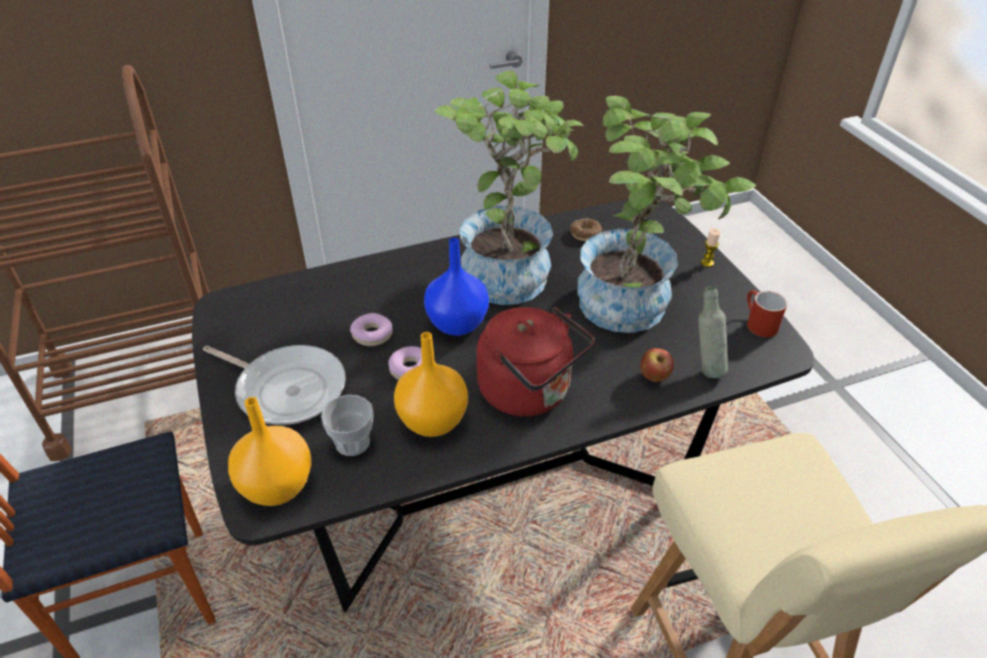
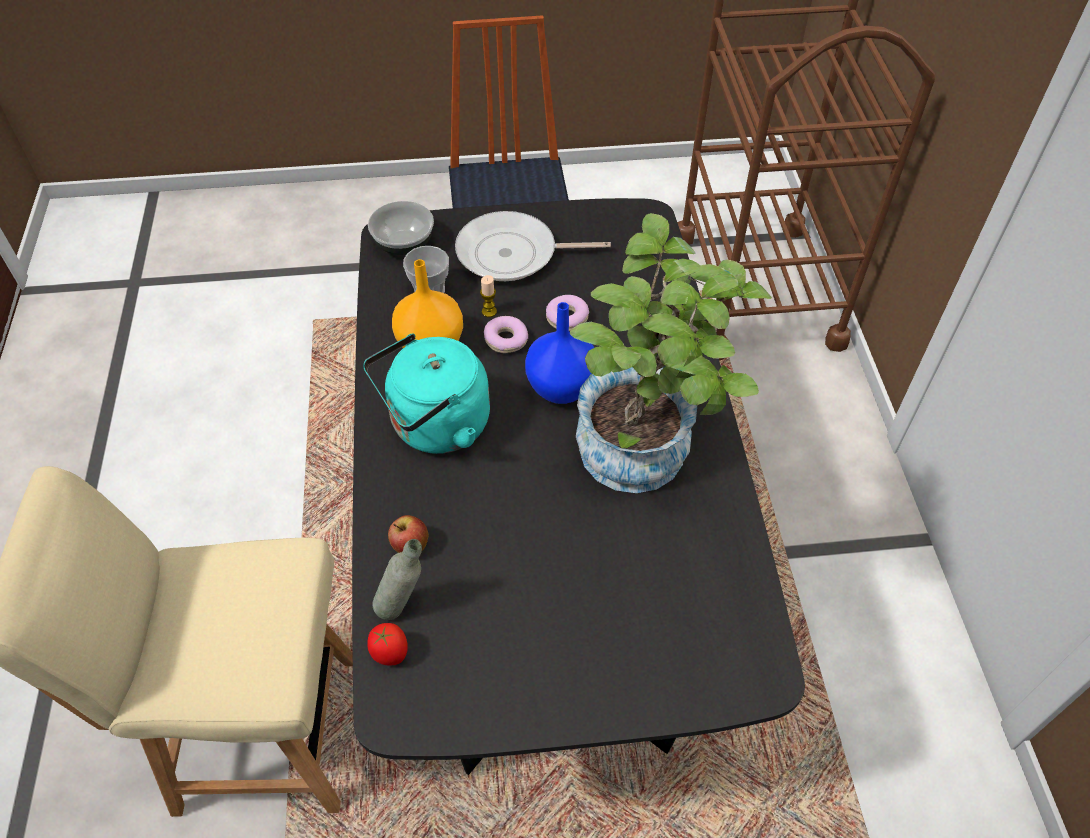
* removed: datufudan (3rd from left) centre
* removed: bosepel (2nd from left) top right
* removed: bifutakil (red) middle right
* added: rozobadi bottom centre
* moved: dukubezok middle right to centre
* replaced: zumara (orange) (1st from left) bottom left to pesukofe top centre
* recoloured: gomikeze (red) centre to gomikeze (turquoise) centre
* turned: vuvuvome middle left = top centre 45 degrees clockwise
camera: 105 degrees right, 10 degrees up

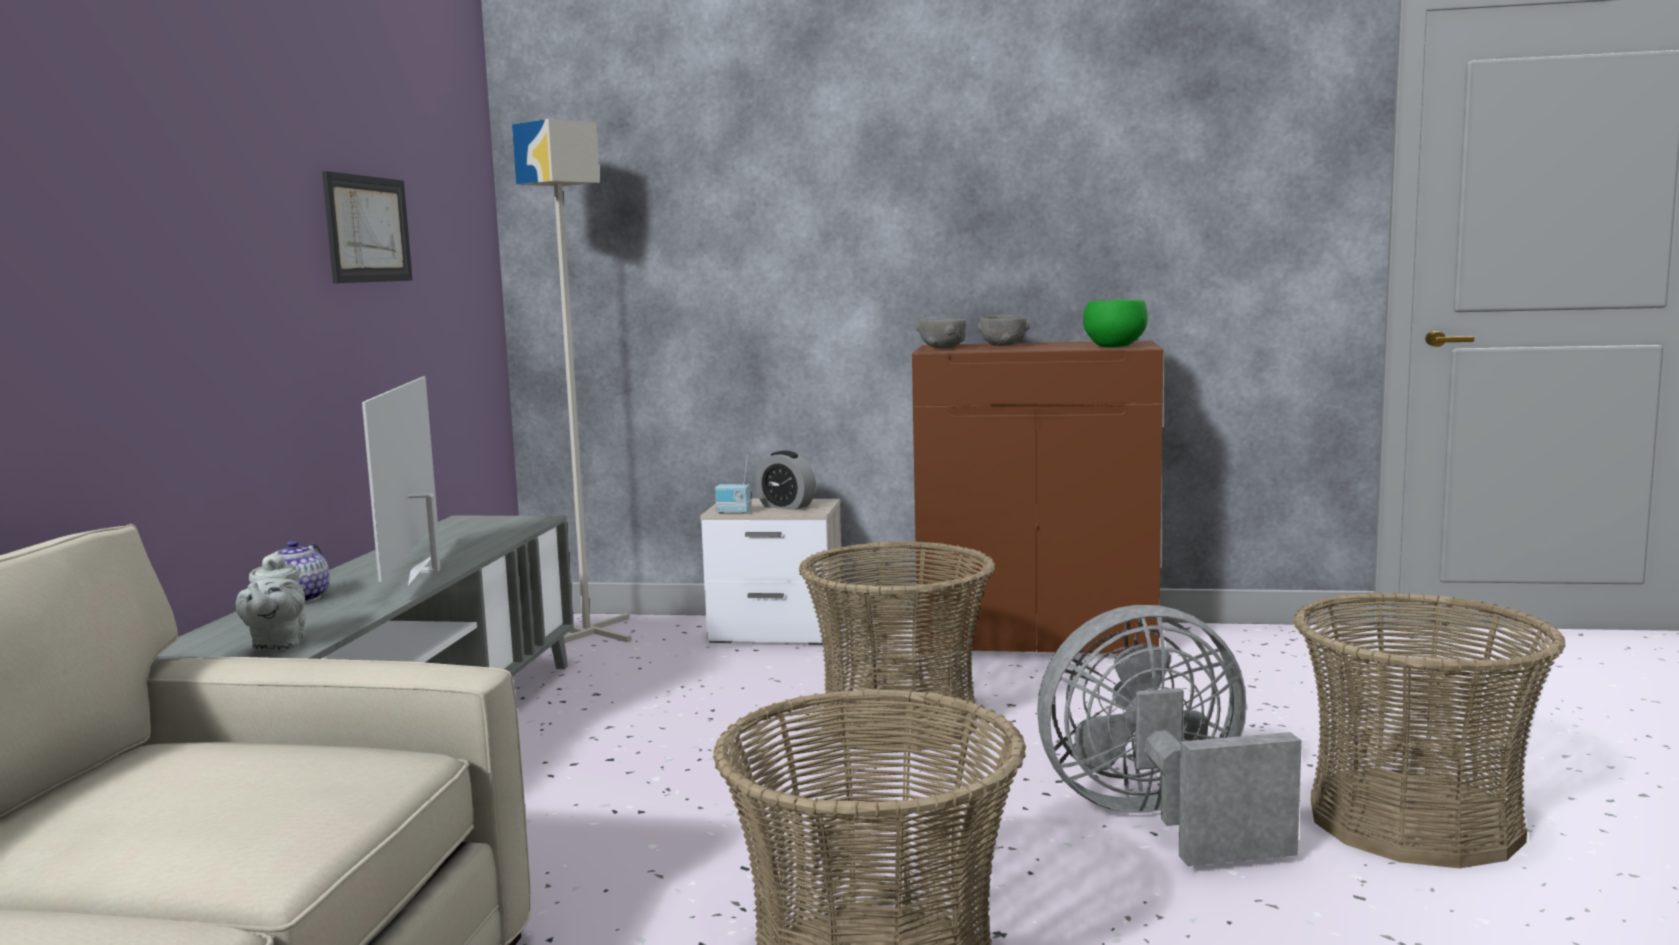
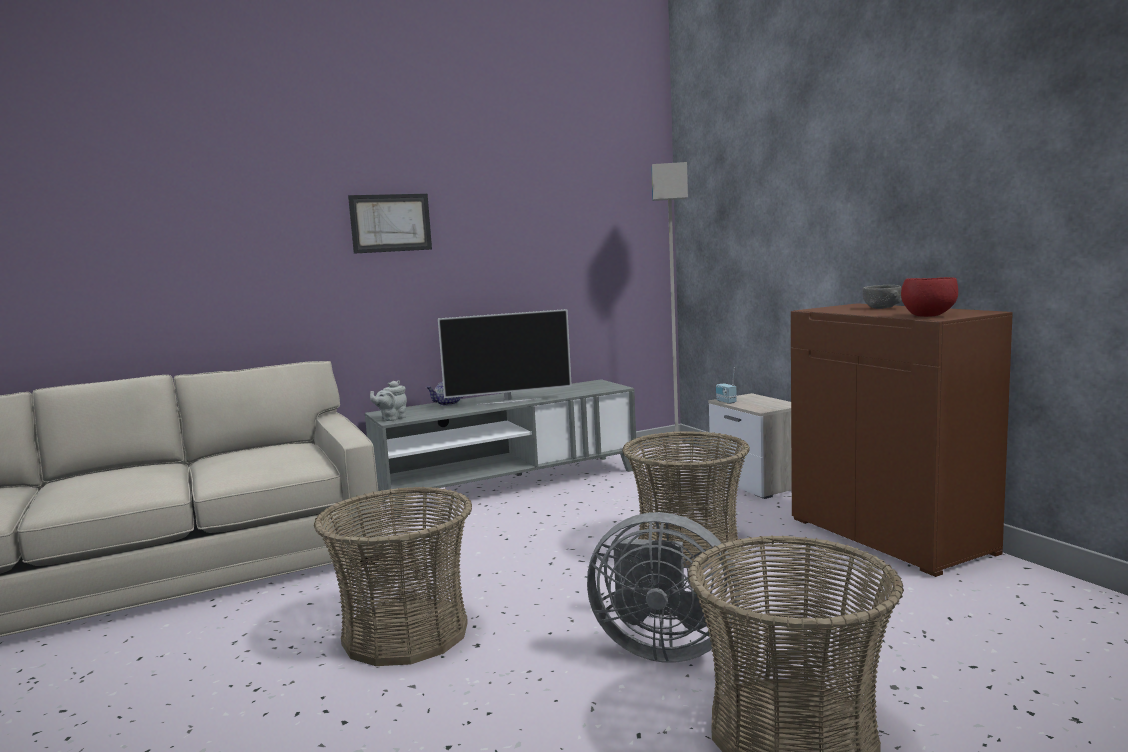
* removed: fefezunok centre
* removed: pesukofe (grey) (1st from left) centre
* moved: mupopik top left to top centre
* recoloured: pesukofe (green) centre to pesukofe (red) middle right
* turned: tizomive middle left = centre 150 degrees counterclockwise
* turned: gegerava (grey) bottom right = bottom centre 150 degrees clockwise
camera: 55 degrees right, 0 degrees up

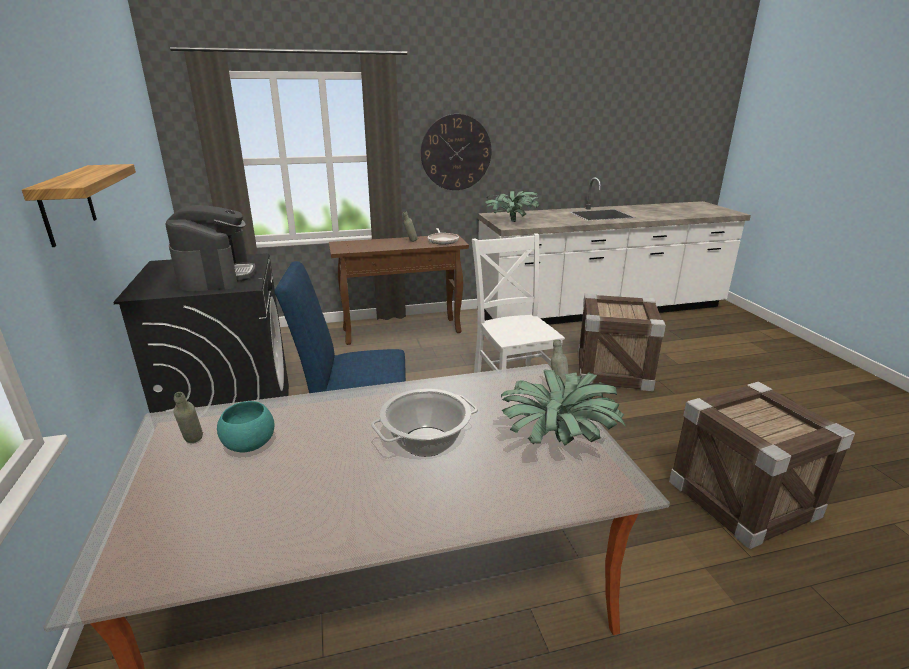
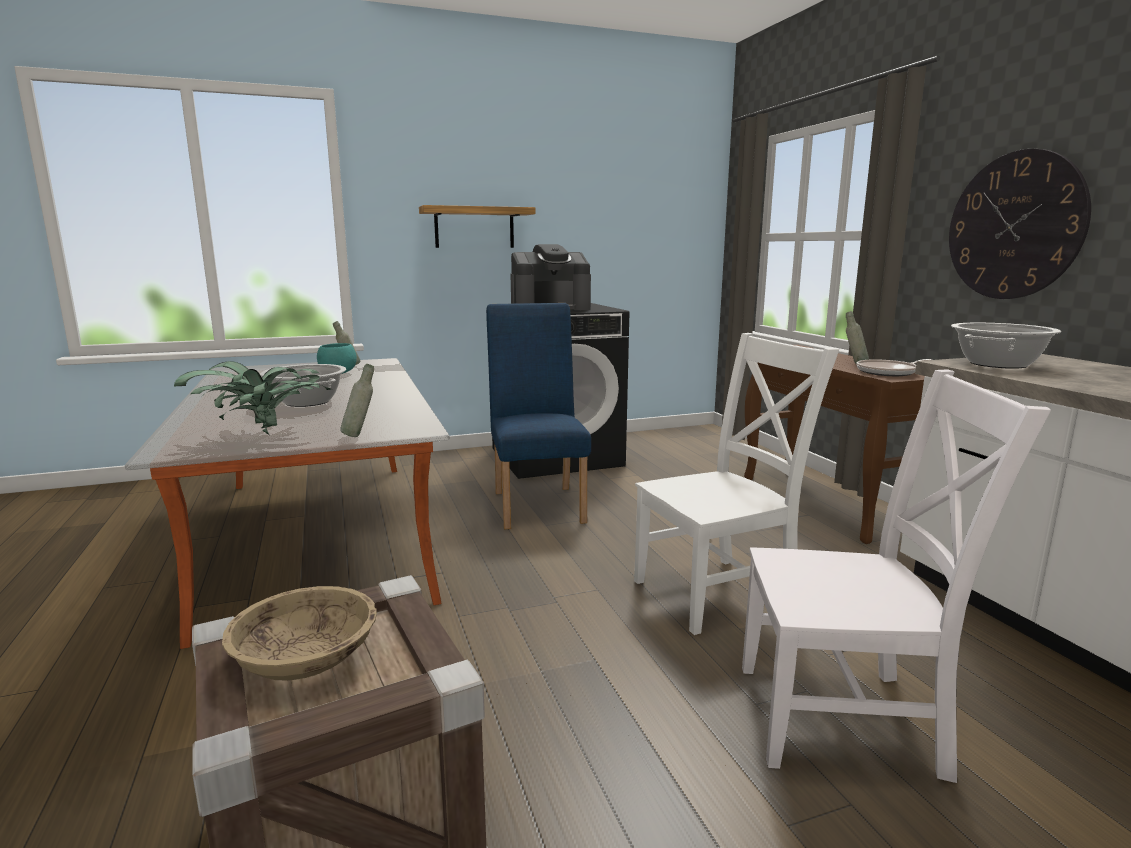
* added: pesukofe (beige) bottom left
* replaced: bosepel (1st from left) top centre to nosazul (2nd from left) middle right
* replaced: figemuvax (1st from left) middle right to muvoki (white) (2nd from left) bottom right
camera: 85 degrees right, 10 degrees down

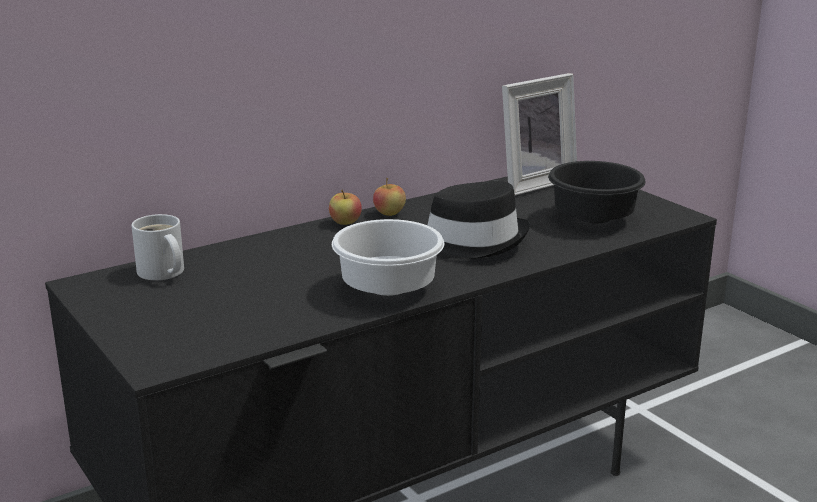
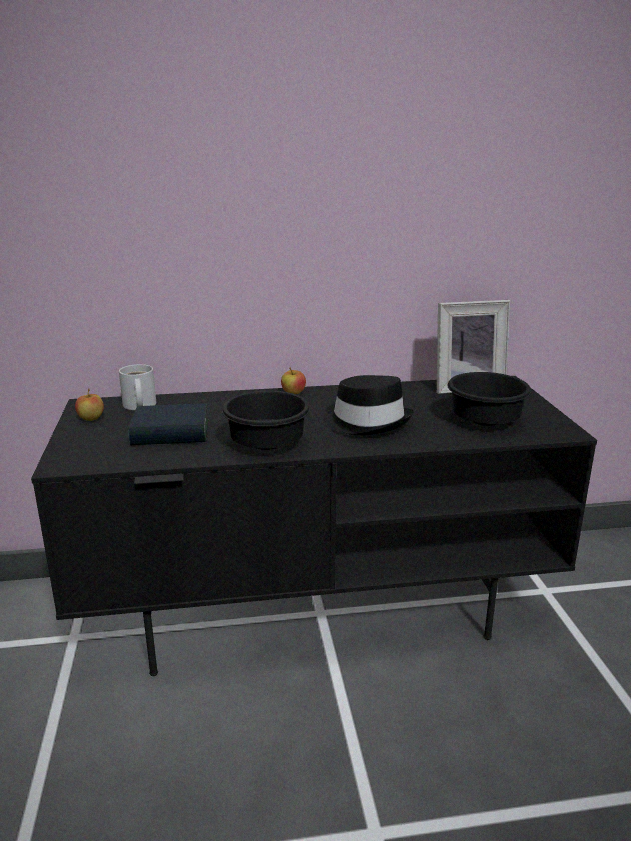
* added: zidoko middle left
* moved: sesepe (2nd from left in the first image) centre to sesepe (1st from left) middle left
* recoloured: pesukofe (white) centre to pesukofe (black) (1st from left) centre
camera: 25 degrees right, 0 degrees up

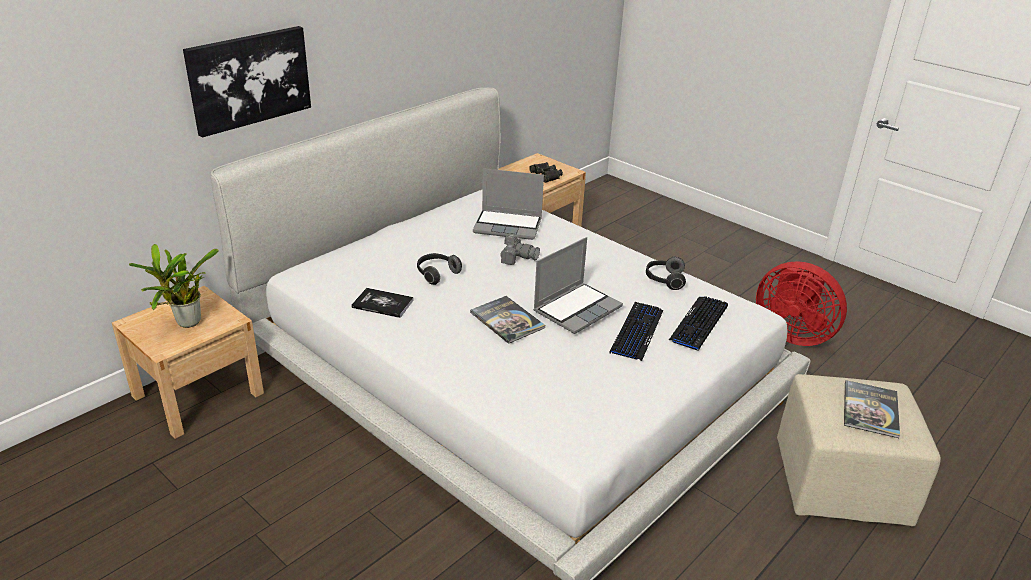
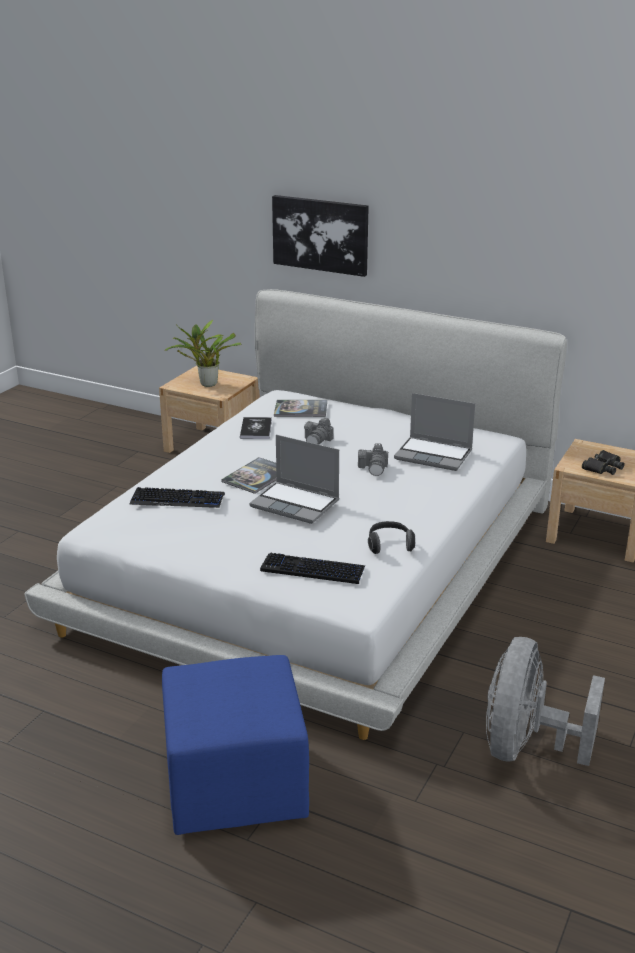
* moved: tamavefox (1st from left) centre to middle left
* moved: zidoko (3rd from left) bottom right to centre
* replaced: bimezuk (1st from left) centre to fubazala (1st from left) centre
* recoloured: gegerava (red) middle right to gegerava (grey) bottom right
* recoloured: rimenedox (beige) bottom right to rimenedox (blue) bottom centre
* turned: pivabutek (1st from left in the first image) centre = middle right 60 degrees counterclockwise
camera: 75 degrees right, 5 degrees down

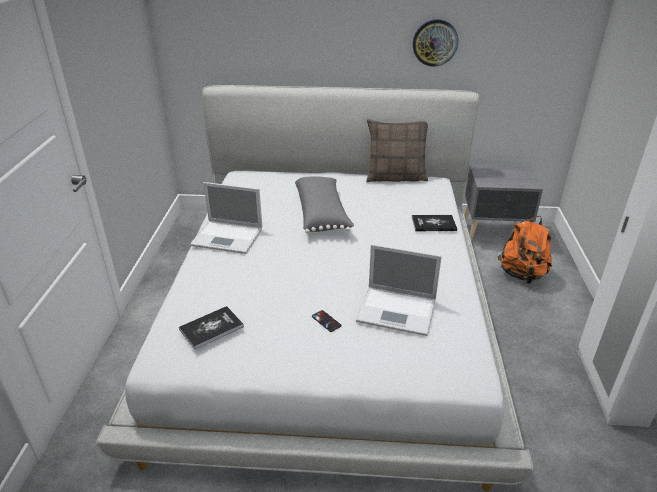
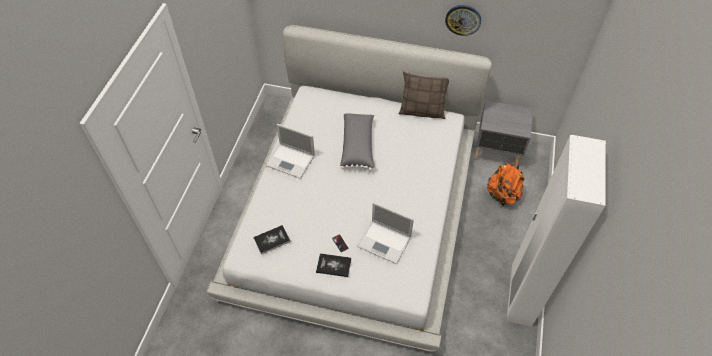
* moved: zidoko (2nd from left) centre to bottom centre
camera: 10 degrees right, 20 degrees up

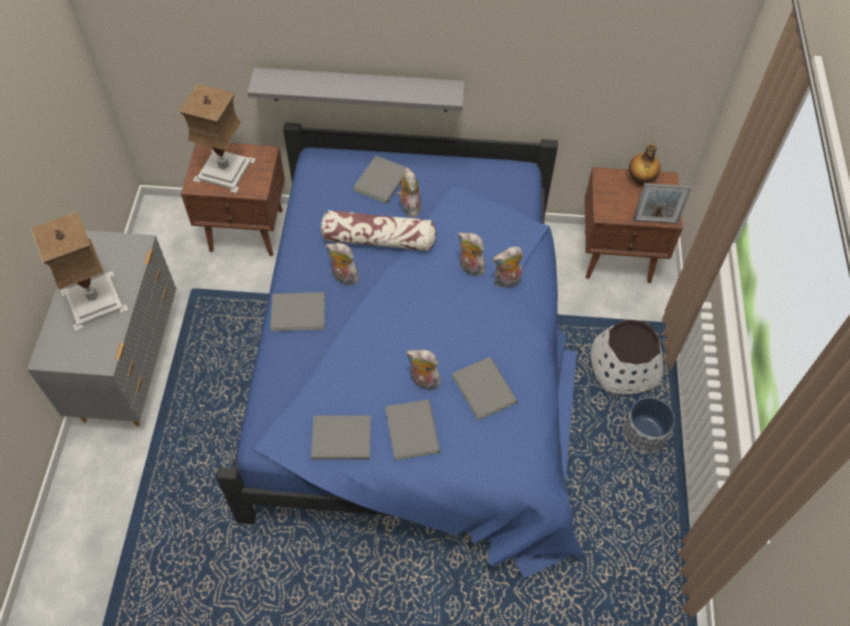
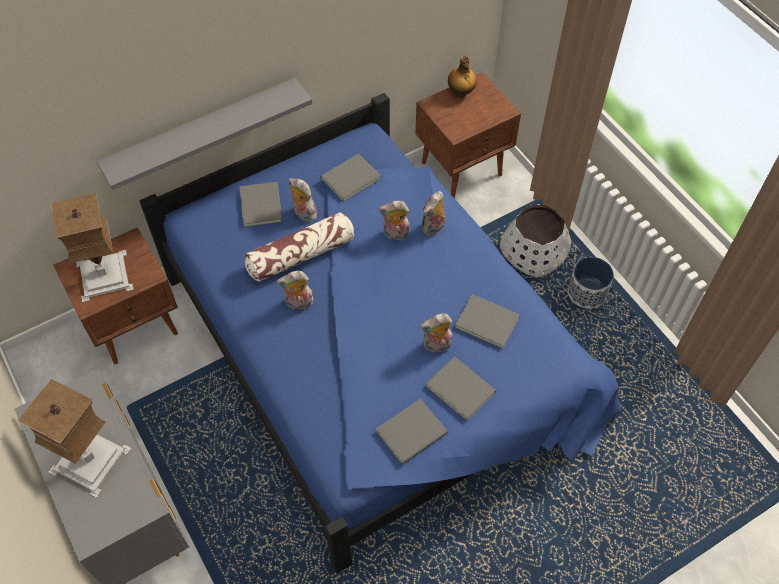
* removed: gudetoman top right
* moved: zidoko (grey) (1st from left in the first image) centre to zidoko (grey) (2nd from left) top centre
camera: 35 degrees left, 0 degrees up

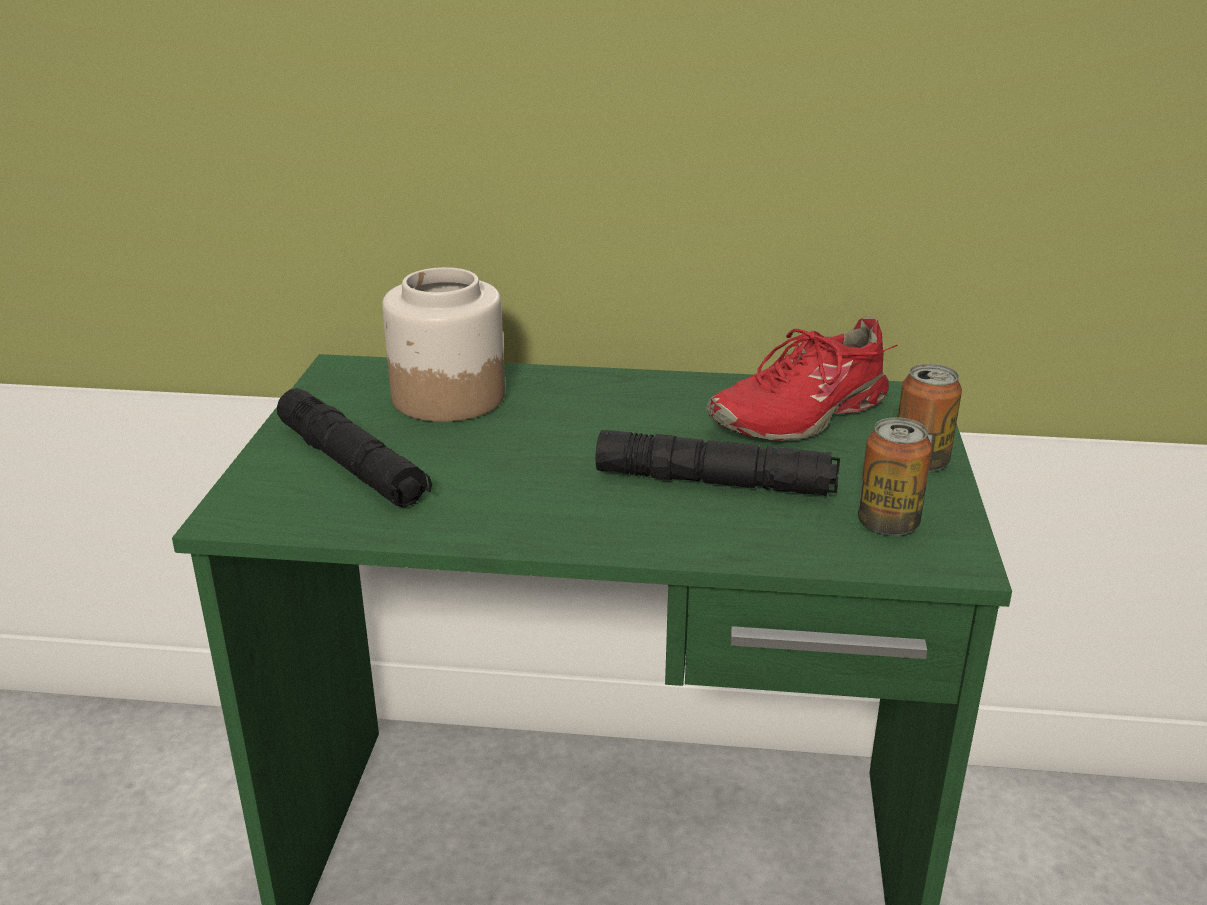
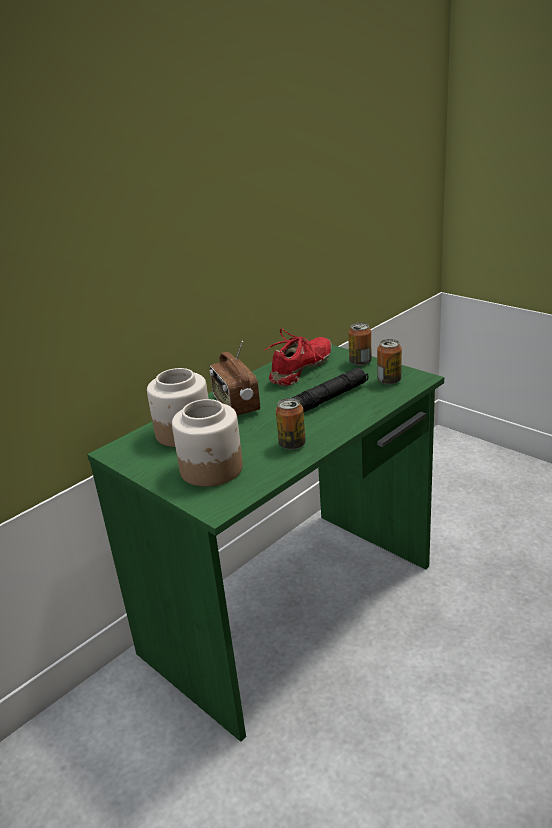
* added: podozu centre
* added: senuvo (1st from left) centre
* replaced: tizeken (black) (1st from left) middle left to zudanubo (2nd from left) centre
* turned: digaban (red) centre = centre 150 degrees counterclockwise
camera: 50 degrees left, 0 degrees up

